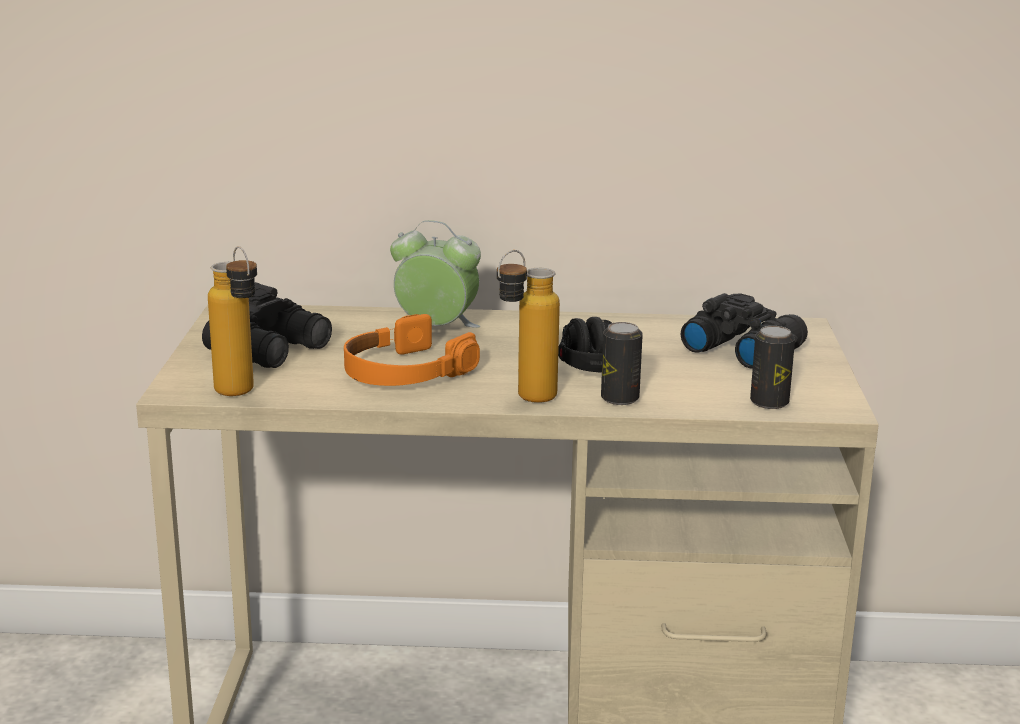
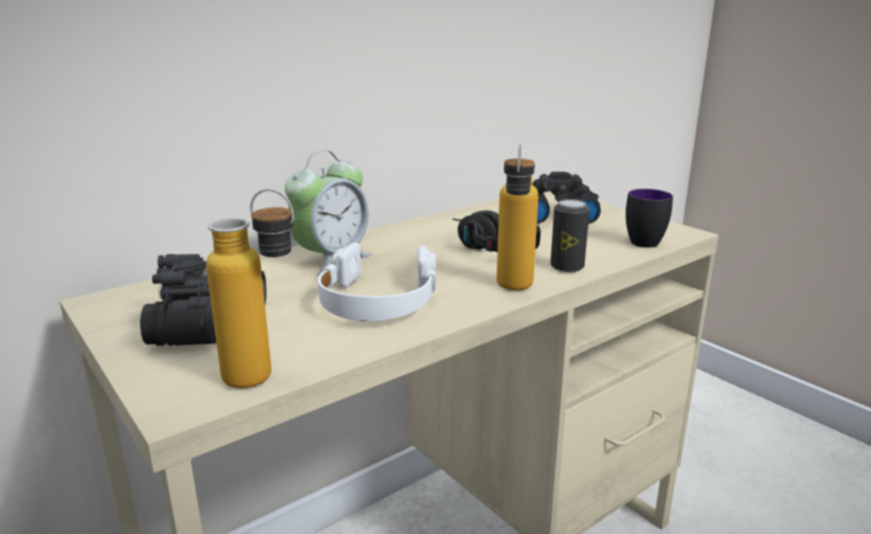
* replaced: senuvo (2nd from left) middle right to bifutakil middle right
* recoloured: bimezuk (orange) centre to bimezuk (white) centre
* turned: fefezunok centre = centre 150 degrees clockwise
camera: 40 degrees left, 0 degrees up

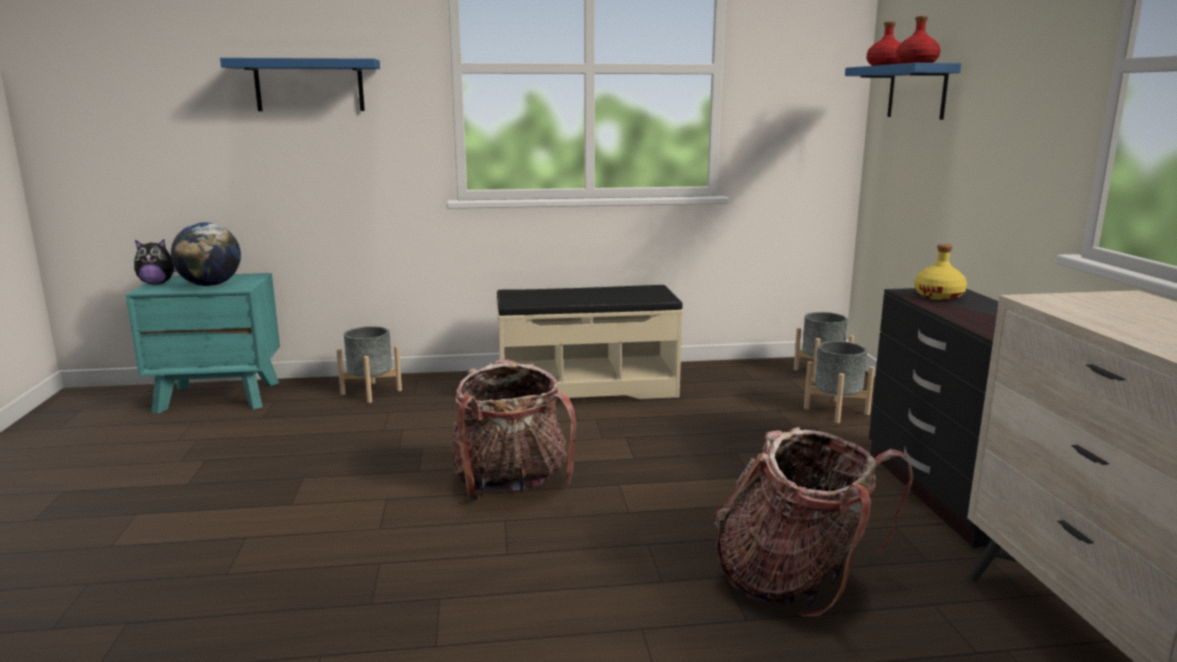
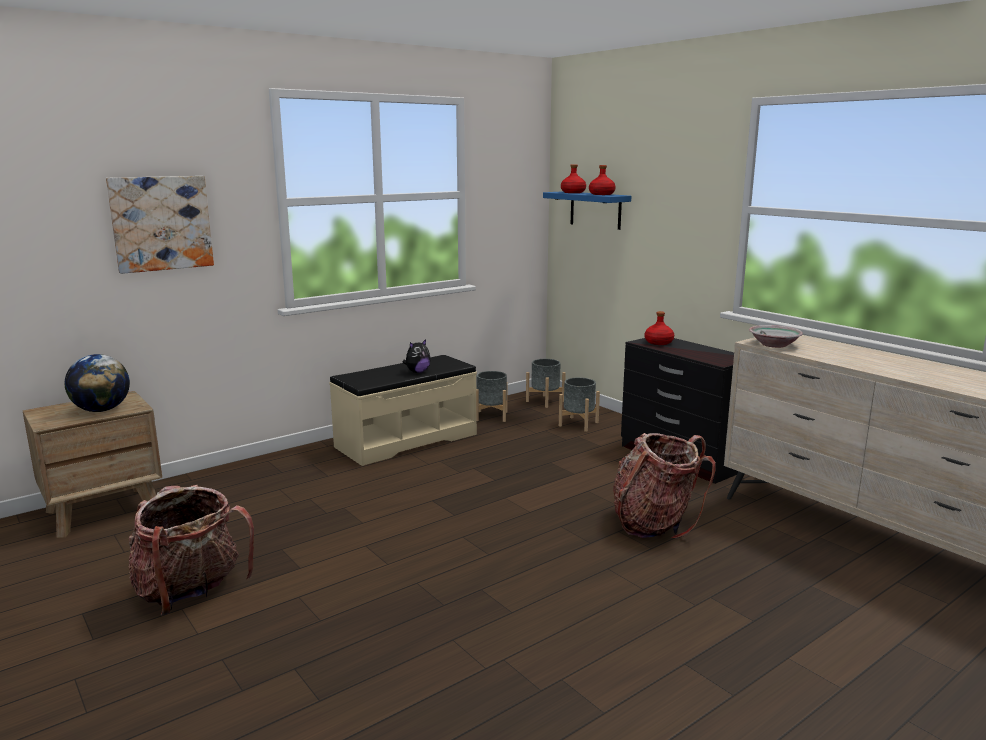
* added: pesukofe middle right
* moved: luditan middle left to centre
* moved: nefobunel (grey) (1st from left) middle left to centre
* moved: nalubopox (1st from left) centre to bottom left
* replaced: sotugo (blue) (1st from left) top left to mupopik top left
* recoloured: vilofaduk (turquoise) middle left to vilofaduk (brown) middle left
* recoloured: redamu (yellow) middle right to redamu (red) (3rd from left) middle right
camera: 30 degrees left, 0 degrees up

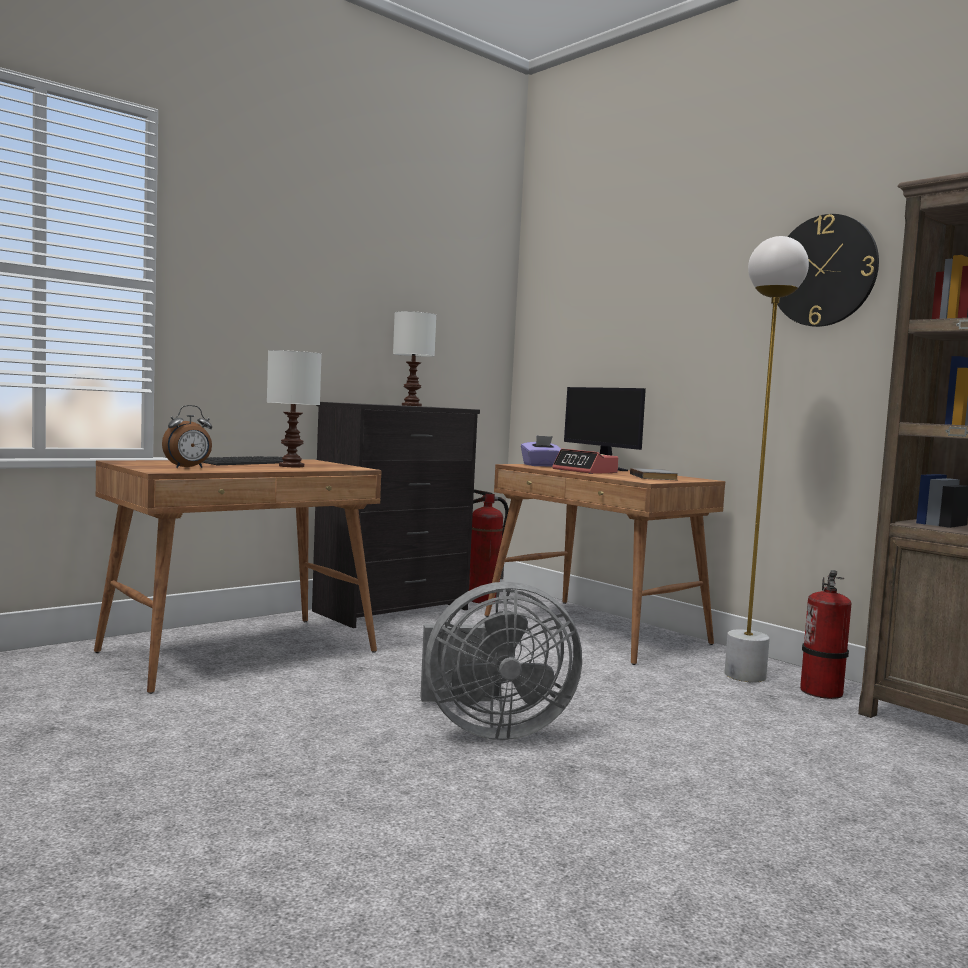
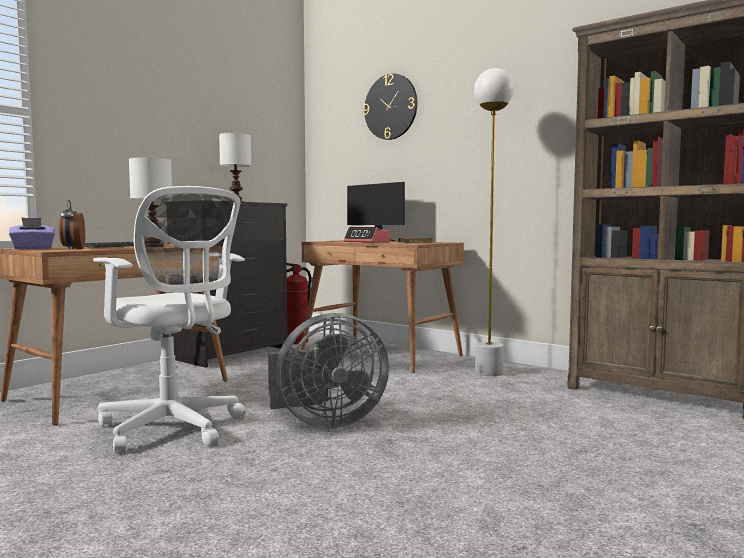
* removed: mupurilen (2nd from left) middle right
* added: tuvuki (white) middle left
* moved: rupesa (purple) centre to middle left
* moved: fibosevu top right to top centre
* turned: fefezunok (1st from left) middle left = middle left 120 degrees clockwise
camera: 10 degrees left, 0 degrees up

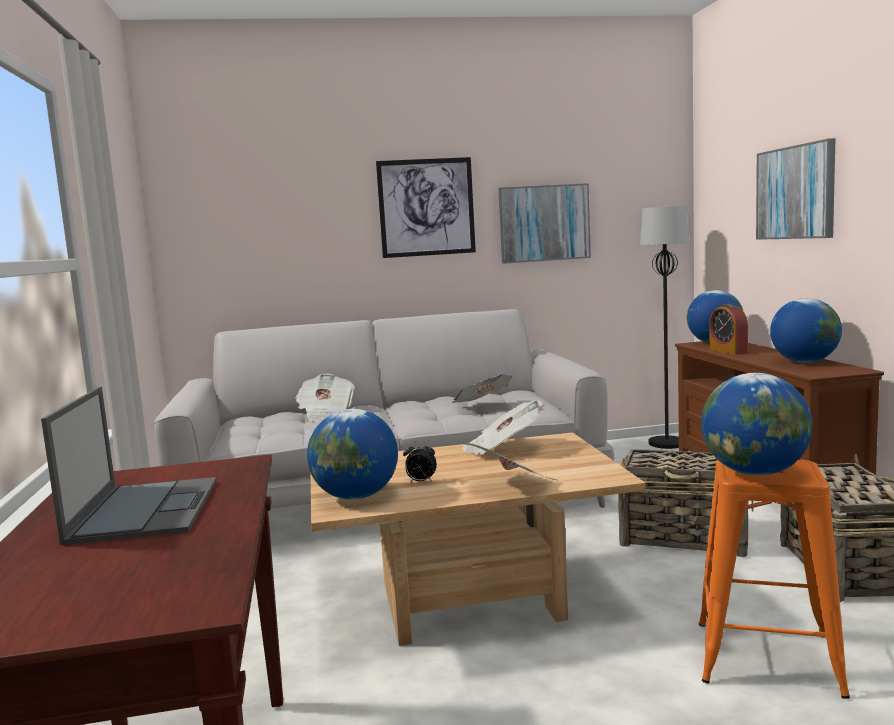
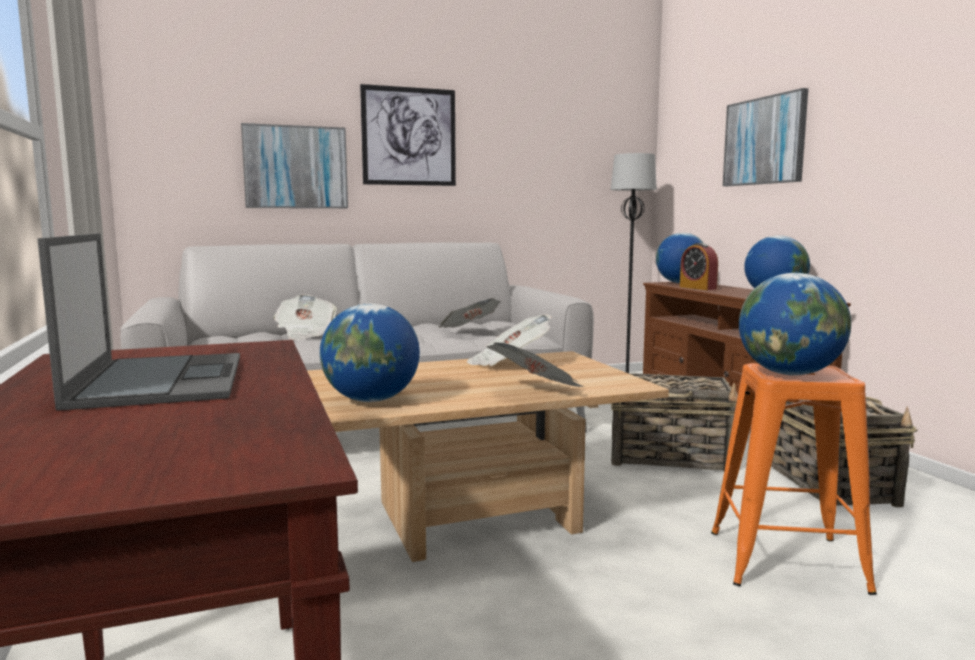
* removed: fefezunok (1st from left) centre
* moved: mupopik (2nd from left in the first image) top centre to mupopik (1st from left) top left
camera: 10 degrees left, 0 degrees up

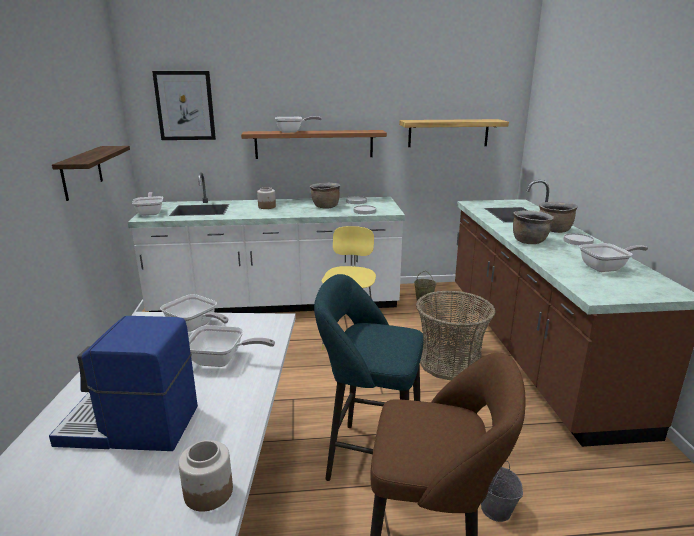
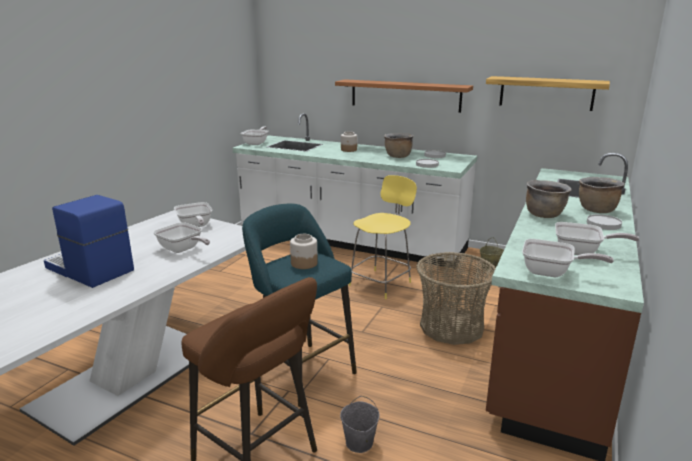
* removed: sotugo (1st from left) top left
* removed: mupopik top left
* moved: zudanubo (1st from left) bottom left to centre
* moved: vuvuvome (4th from left) top centre to middle right
camera: 30 degrees right, 0 degrees up

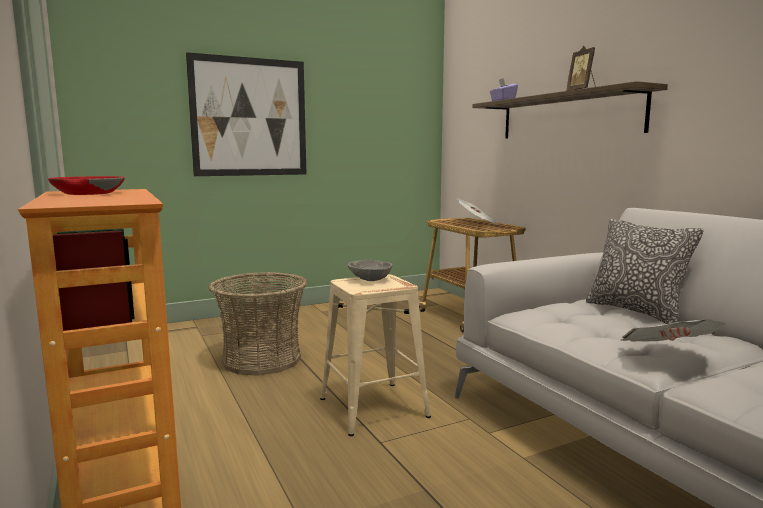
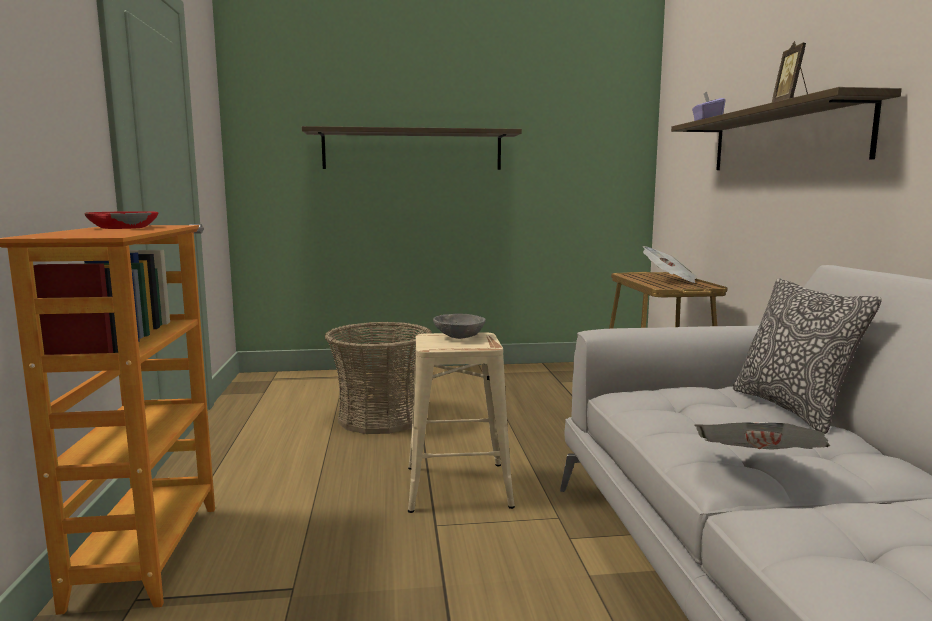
* replaced: mupopik top left to sotugo (1st from left) top centre
camera: 20 degrees right, 0 degrees up

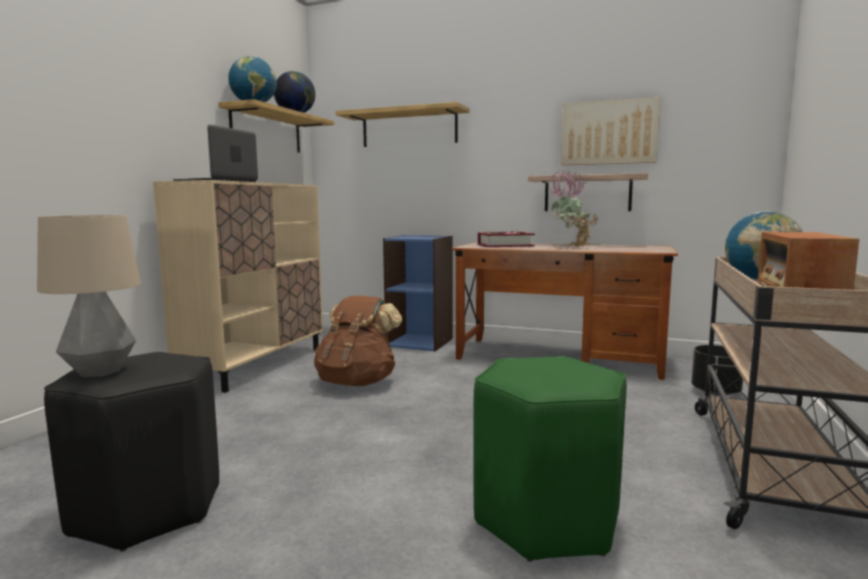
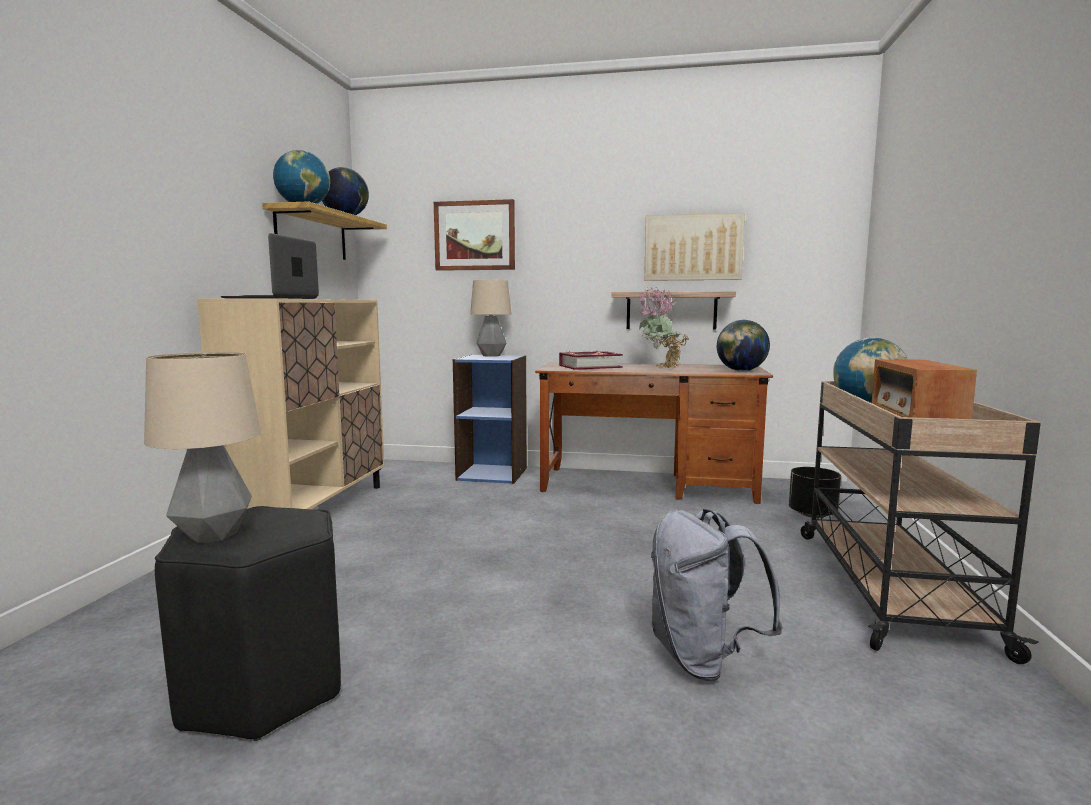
* removed: nalubopox (brown) centre
* added: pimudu (2nd from left) centre
* added: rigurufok (3rd from left) middle right
* replaced: sotugo (2nd from left) top centre to mupopik (1st from left) top centre
* replaced: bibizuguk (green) bottom centre to nalubopox (grey) bottom centre
camera: 10 degrees left, 0 degrees up

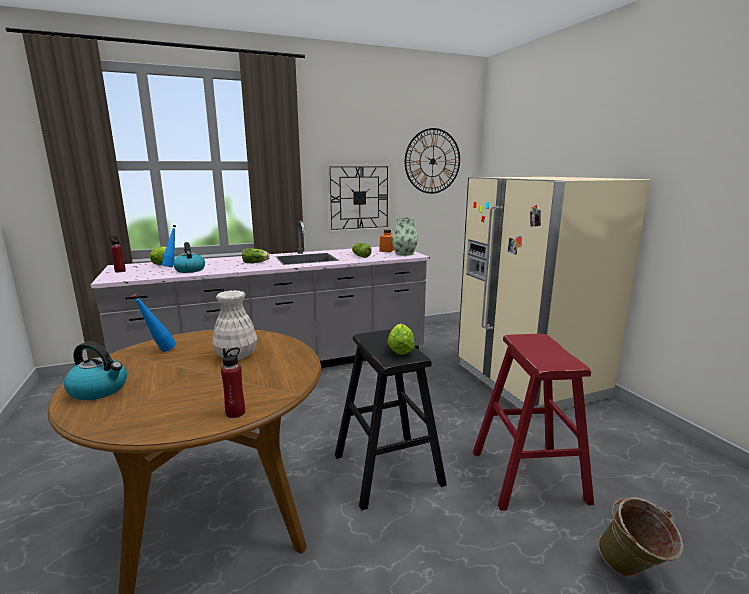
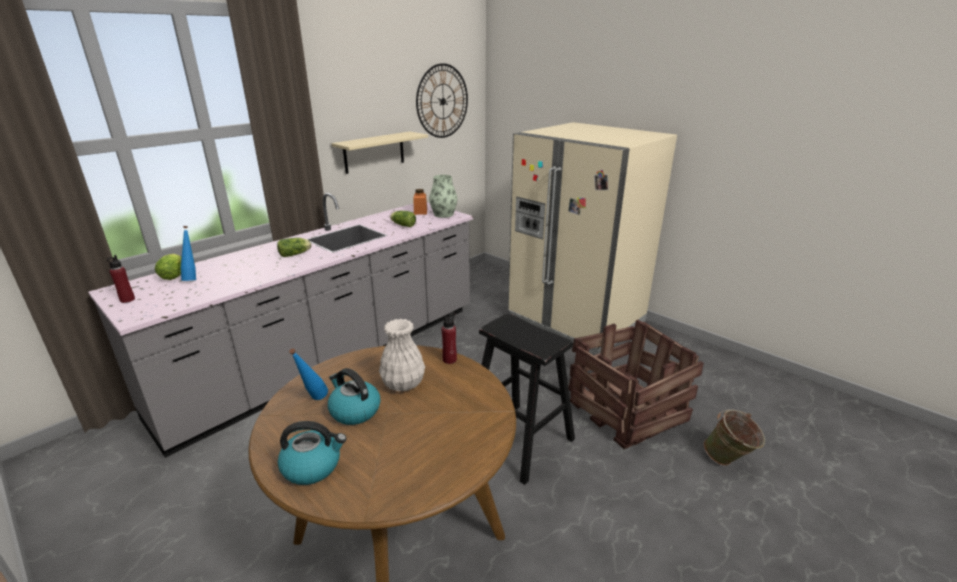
* removed: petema (4th from left) centre
* moved: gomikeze (2nd from left) middle left to bottom centre
* moved: redamu (red) (2nd from left) middle left to centre
* replaced: fibosevu (1st from left) centre to sotugo (beige) top centre
* replaced: bibizuguk (red) bottom right to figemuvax centre
camera: 25 degrees left, 10 degrees up

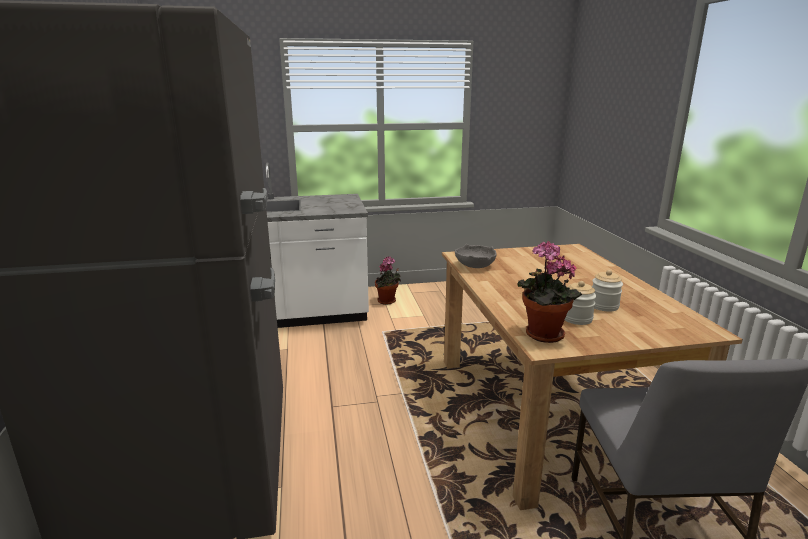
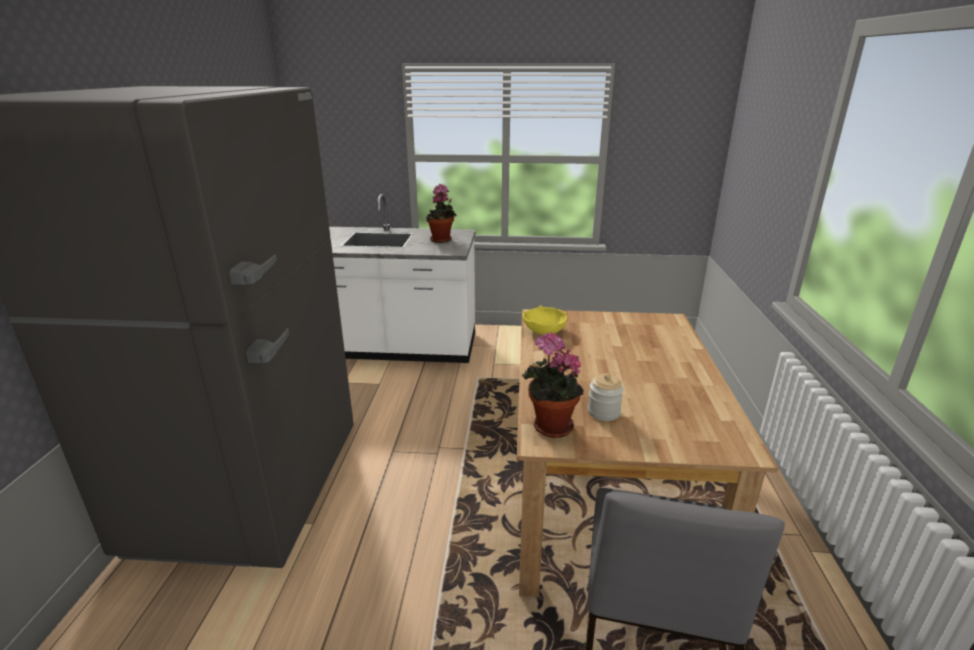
* removed: zudanubo (2nd from left) middle right
* moved: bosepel (1st from left) centre to top centre
* recoloured: pesukofe (grey) centre to pesukofe (yellow) centre
camera: 15 degrees right, 5 degrees up

